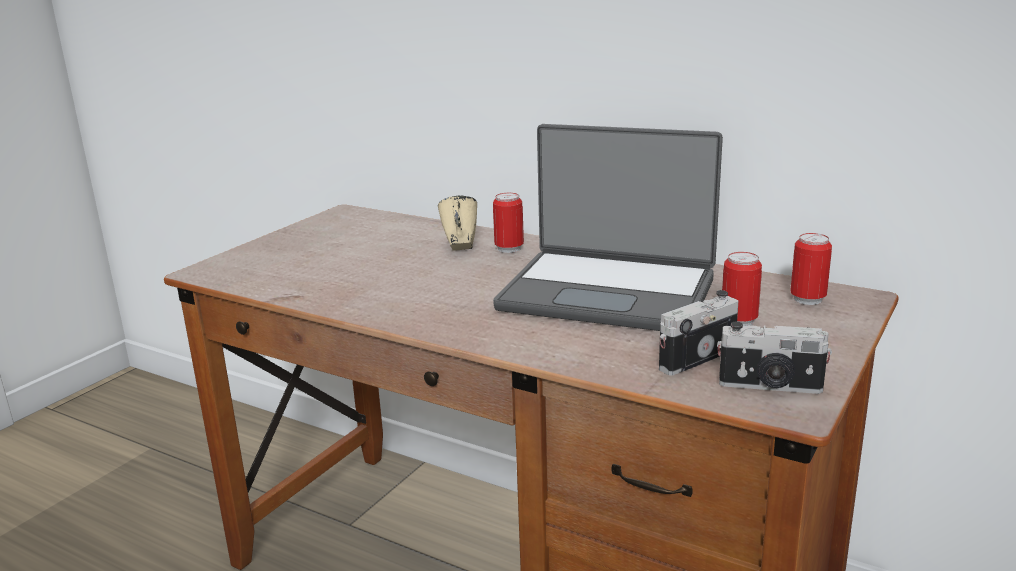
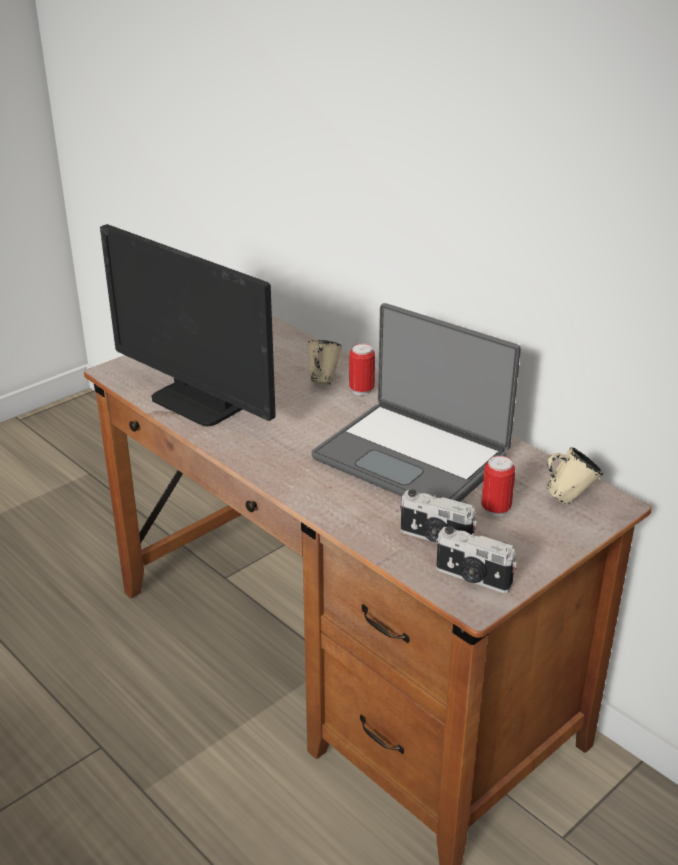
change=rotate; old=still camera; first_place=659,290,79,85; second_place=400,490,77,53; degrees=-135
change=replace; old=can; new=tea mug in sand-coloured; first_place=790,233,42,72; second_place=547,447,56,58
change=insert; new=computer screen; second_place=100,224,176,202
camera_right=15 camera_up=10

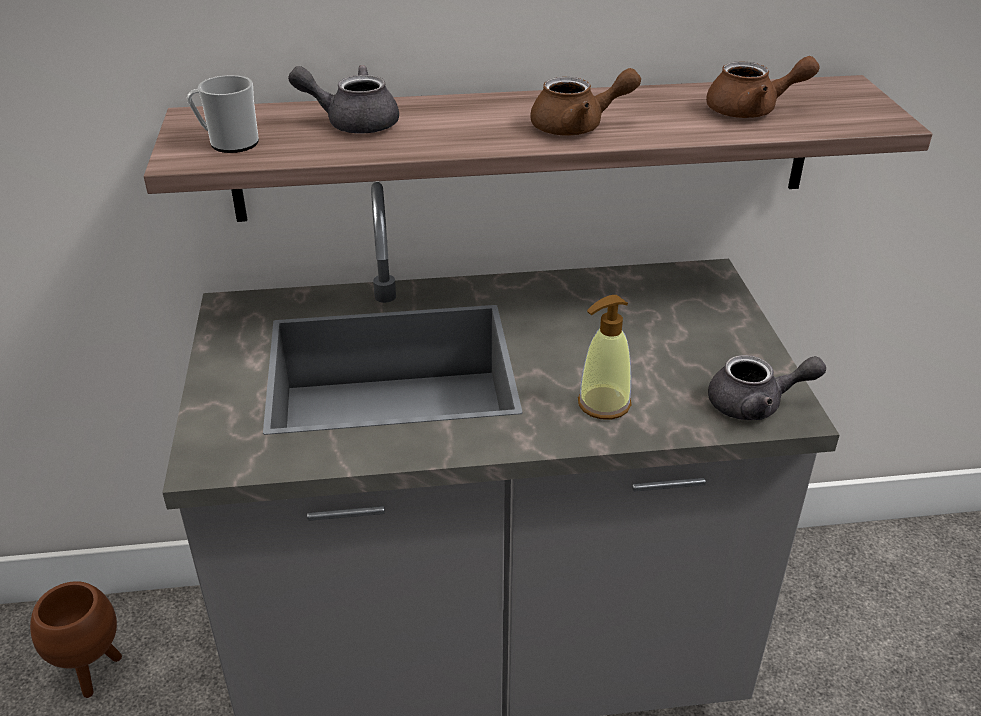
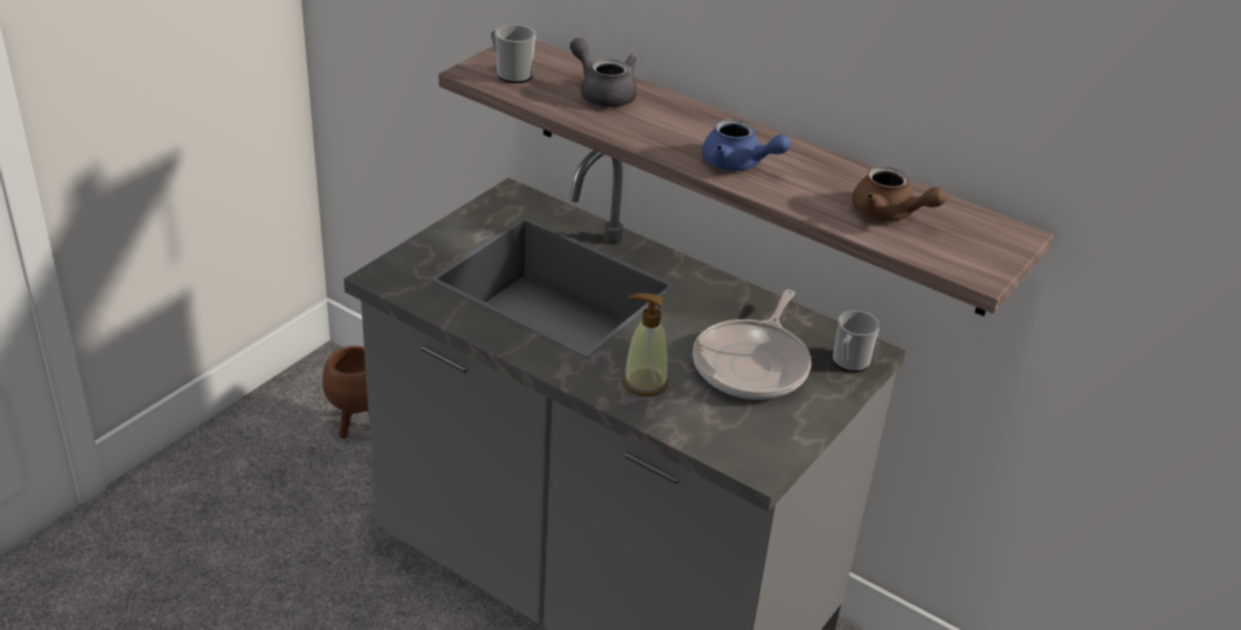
change=recolor; old=teapot in brownish; new=teapot in blue; first_place=530,68,111,68; second_place=702,119,89,52
change=delete; old=teapot in grey; first_place=708,355,118,65
change=insert; new=pan; second_place=693,289,118,110
change=insert; new=tea mug; second_place=833,310,47,62
camera_right=40 camera_up=0

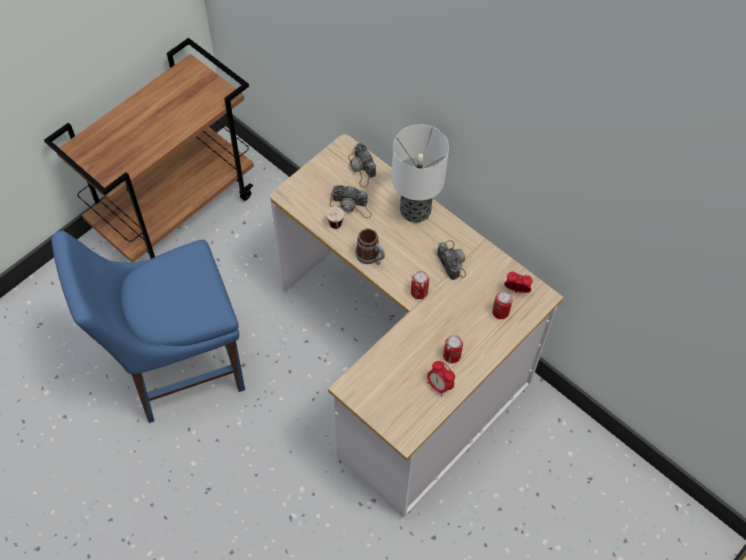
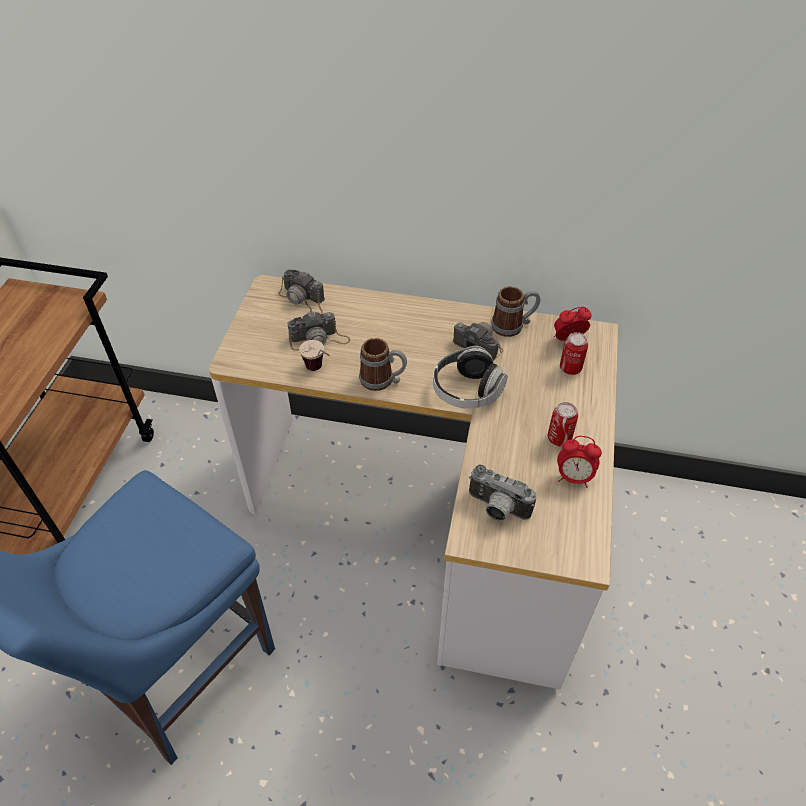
change=delete; old=tabletop lamp; first_place=392,125,57,98
change=replace; old=can; new=pair of headphones; first_place=411,271,18,28; second_place=433,346,75,63
change=insert; new=still camera; second_place=469,464,68,57
change=insert; new=tea mug; second_place=491,286,49,51
camera_right=-30 camera_up=-10

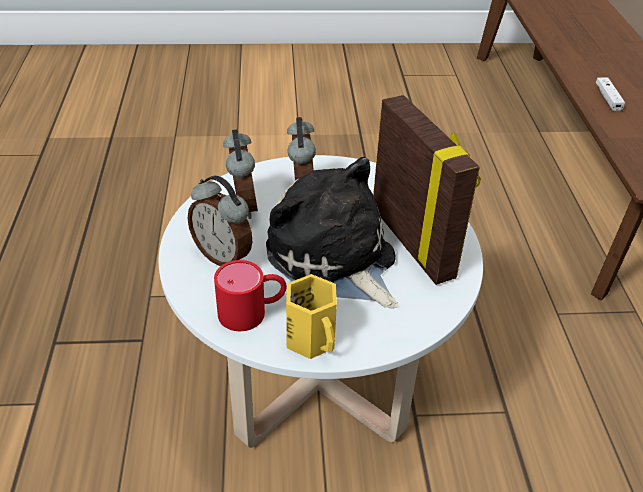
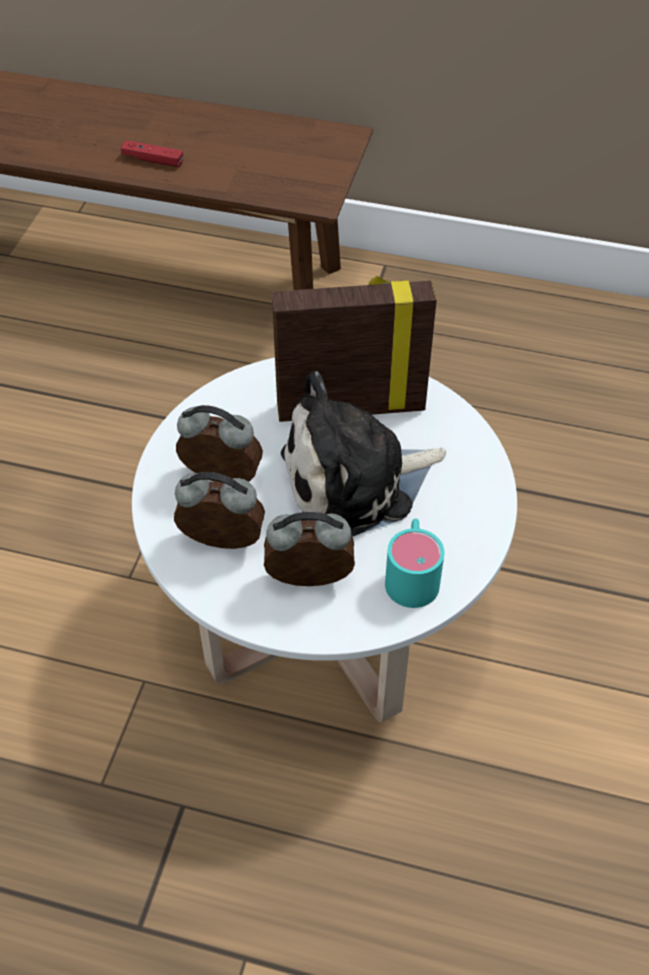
change=rotate; old=alarm clock; first_place=188,175,64,91; second_place=264,512,91,74; degrees=-150
change=recolor; old=tea mug in red; new=tea mug in turquoise; first_place=214,260,73,71; second_place=385,519,59,89
change=delete; old=tea mug in yellowish; first_place=286,274,51,85
change=recolor; old=game controller in white; new=game controller in red; first_place=596,78,29,33; second_place=121,140,62,27
camera_right=-70 camera_up=10

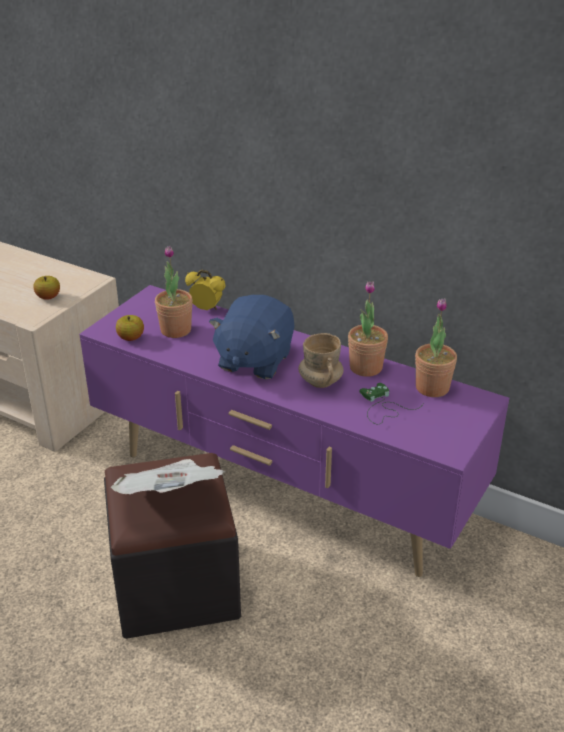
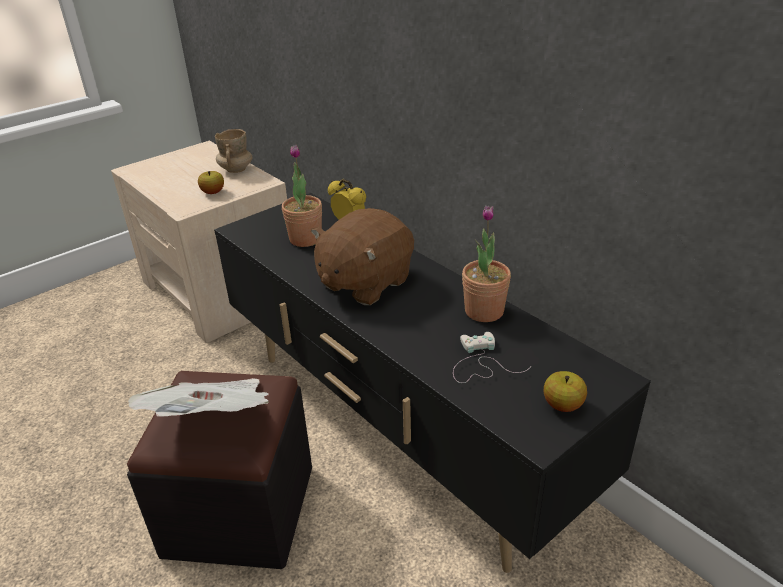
change=recolor; old=tv stand in purplish; new=tv stand in black; first_place=79,285,430,292; second_place=214,193,437,380
change=move; old=whole apple; first_place=116,315,28,26; second_place=544,371,43,41
change=recolor; old=cuddly toy in blue; new=cuddly toy in brownish; first_place=209,295,85,84; second_place=311,208,103,97
change=move; old=tea mug in sand-coloured; first_place=299,333,45,55; second_place=215,129,37,44
change=recolor; old=game controller in greenish; new=game controller in white; first_place=360,383,63,41; second_place=453,332,78,51
change=delete; old=potted plant; first_place=415,298,42,99
camera_right=20 camera_up=0

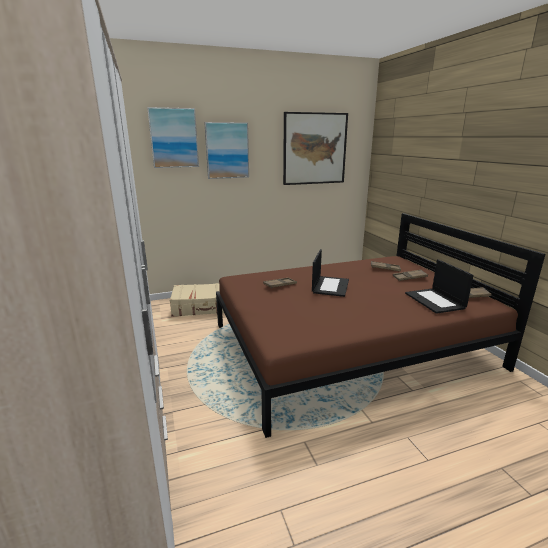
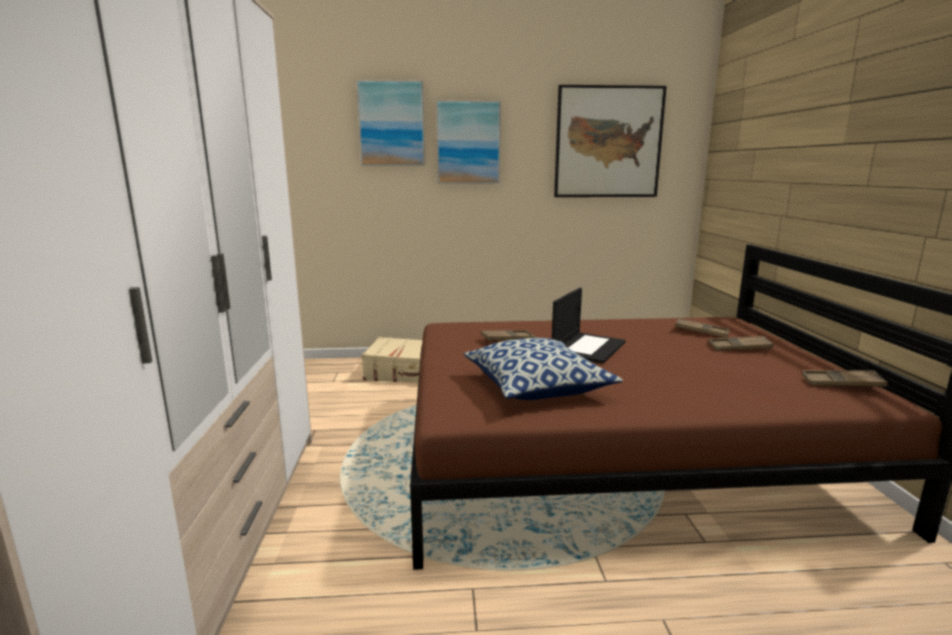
change=delete; old=laptop; first_place=405,259,68,55
change=insert; new=cushion; second_place=464,338,159,62
camera_right=15 camera_up=-5

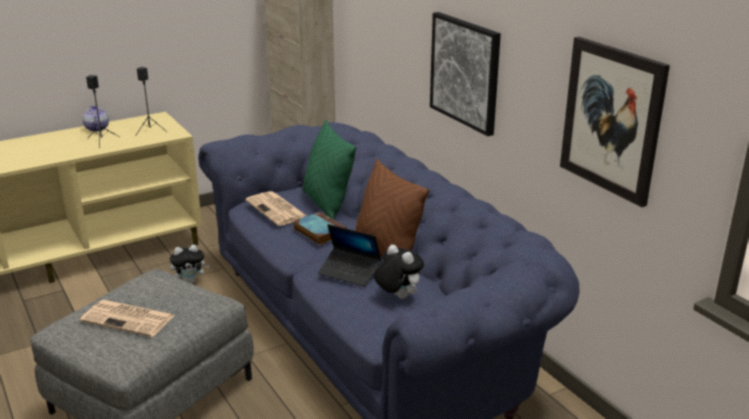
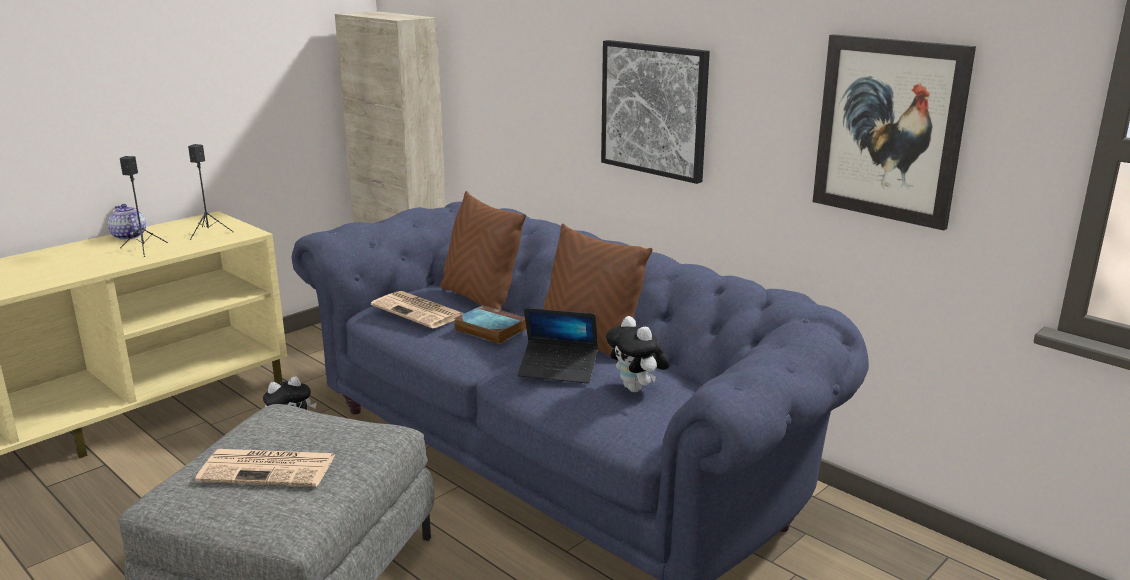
change=recolor; old=cushion in greenish; new=cushion in brownish; first_place=303,120,53,99; second_place=440,191,86,119
change=rotate; old=cuddly toy; first_place=374,245,50,54; second_place=606,316,64,76; degrees=-150
camera_right=-15 camera_up=-5

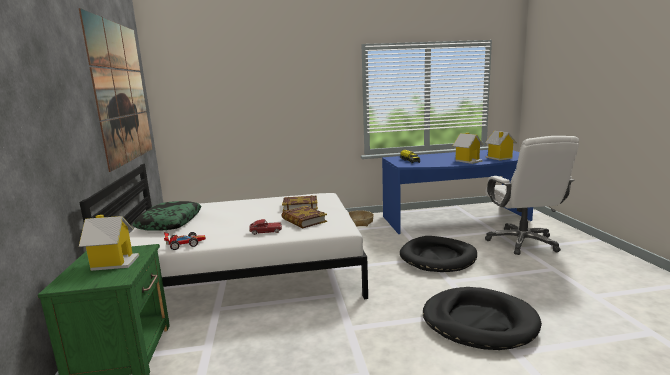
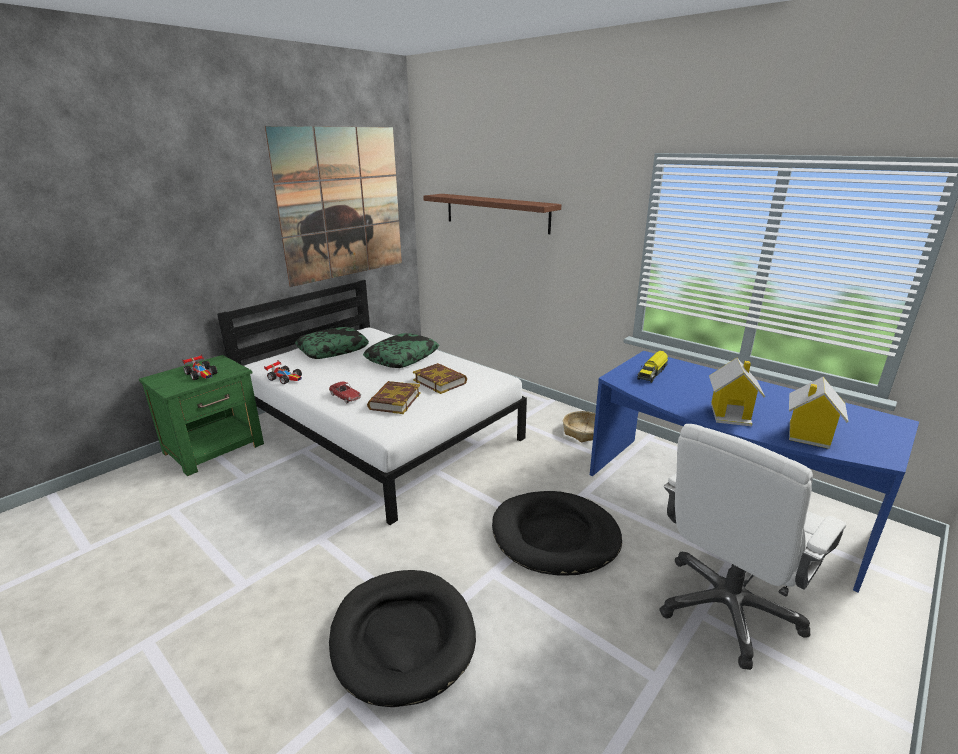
change=replace; old=model house; new=toy car; first_place=79,215,60,56; second_place=182,355,35,25
change=insert; new=cushion; second_place=363,333,76,35
change=insert; new=shelf in brownish; second_place=423,194,138,40
camera_right=50 camera_up=10

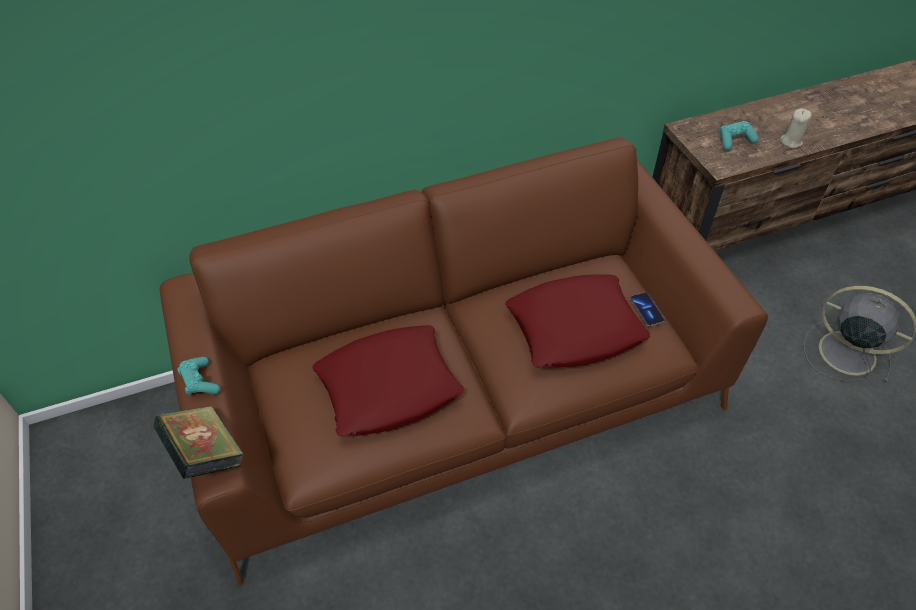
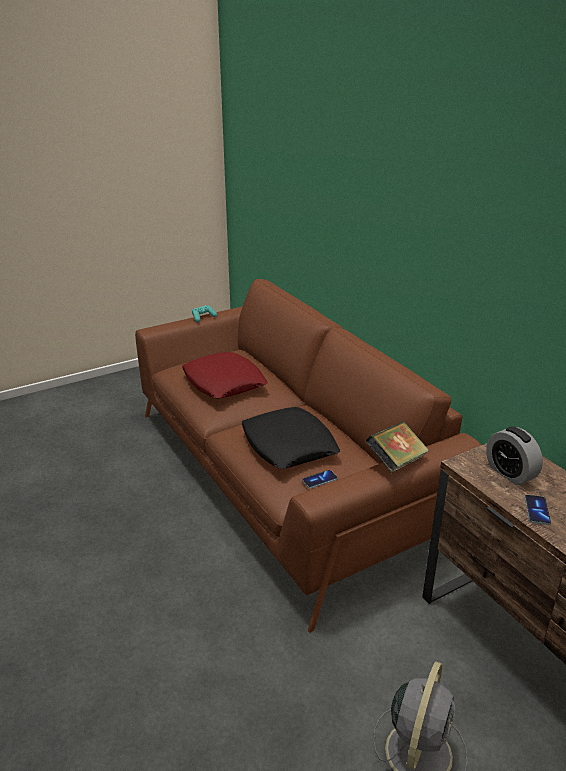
change=move; old=volume; first_place=154,406,90,73; second_place=365,421,64,52
change=recolor; old=cushion in red; new=cushion in black; first_place=505,274,145,94; second_place=242,407,98,62
change=replace; old=game controller in turquoise; new=alarm clock; first_place=719,121,39,30; second_place=486,426,57,59
change=replace; old=wax light in sand-coloured; new=phone; first_place=780,108,32,40; second_place=525,495,26,30
camera_right=80 camera_up=-20

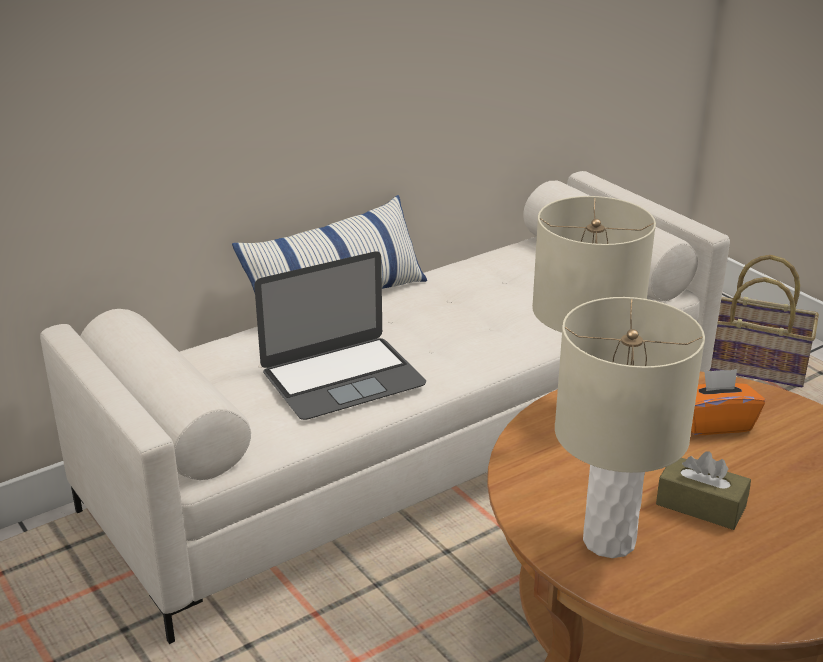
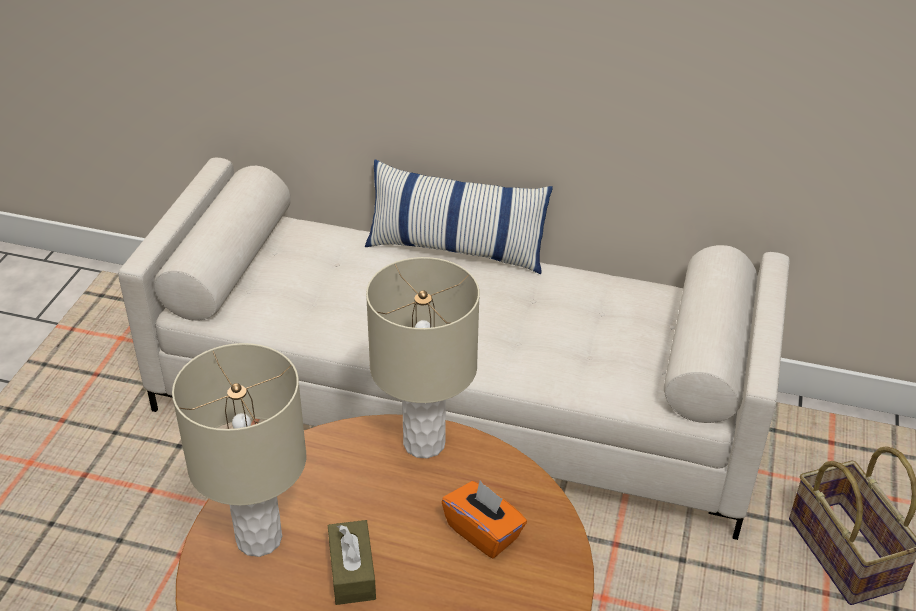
change=delete; old=laptop; first_place=254,251,173,169
camera_right=50 camera_up=10

